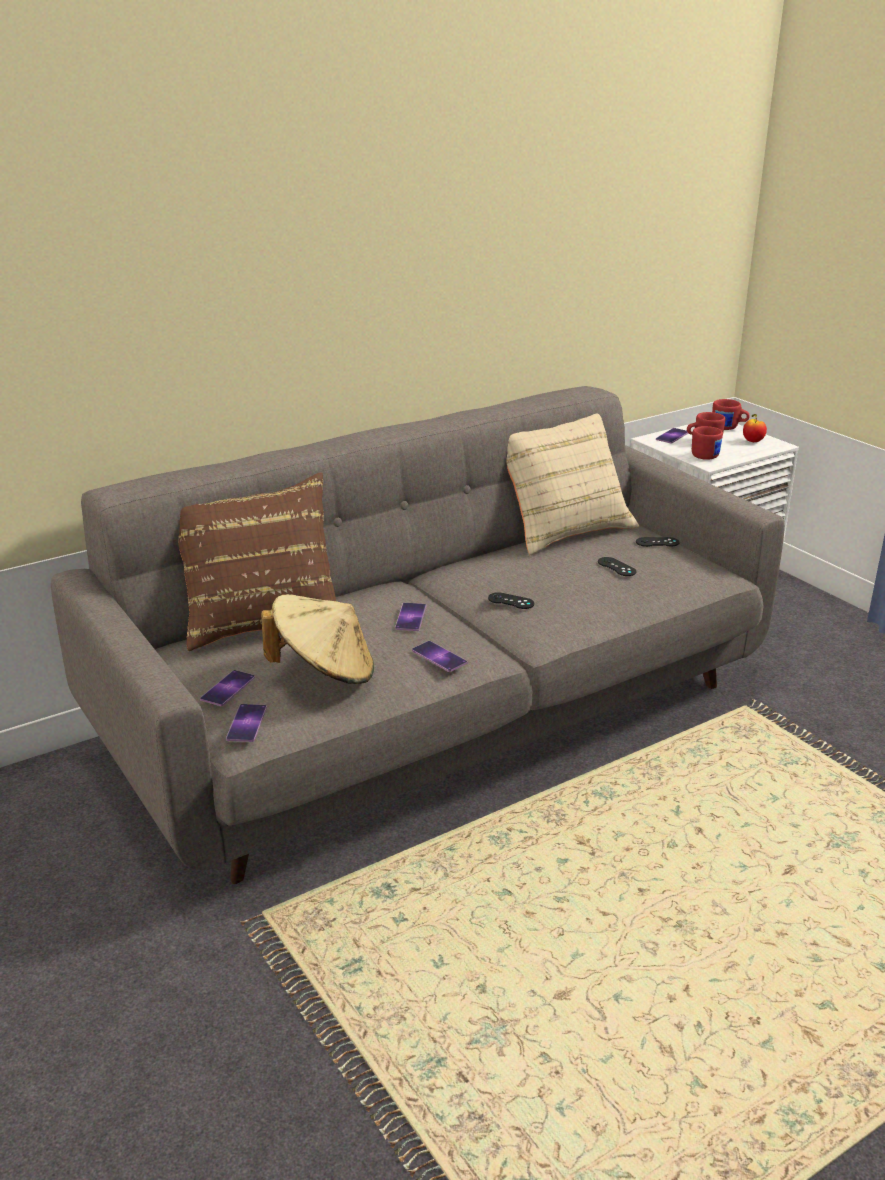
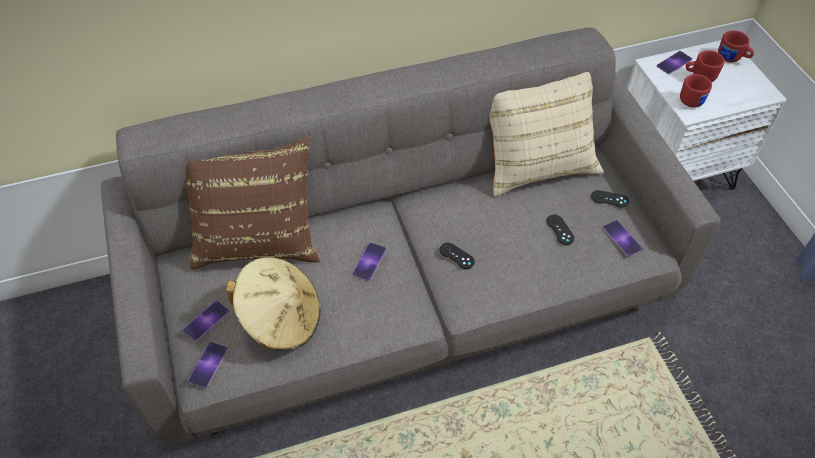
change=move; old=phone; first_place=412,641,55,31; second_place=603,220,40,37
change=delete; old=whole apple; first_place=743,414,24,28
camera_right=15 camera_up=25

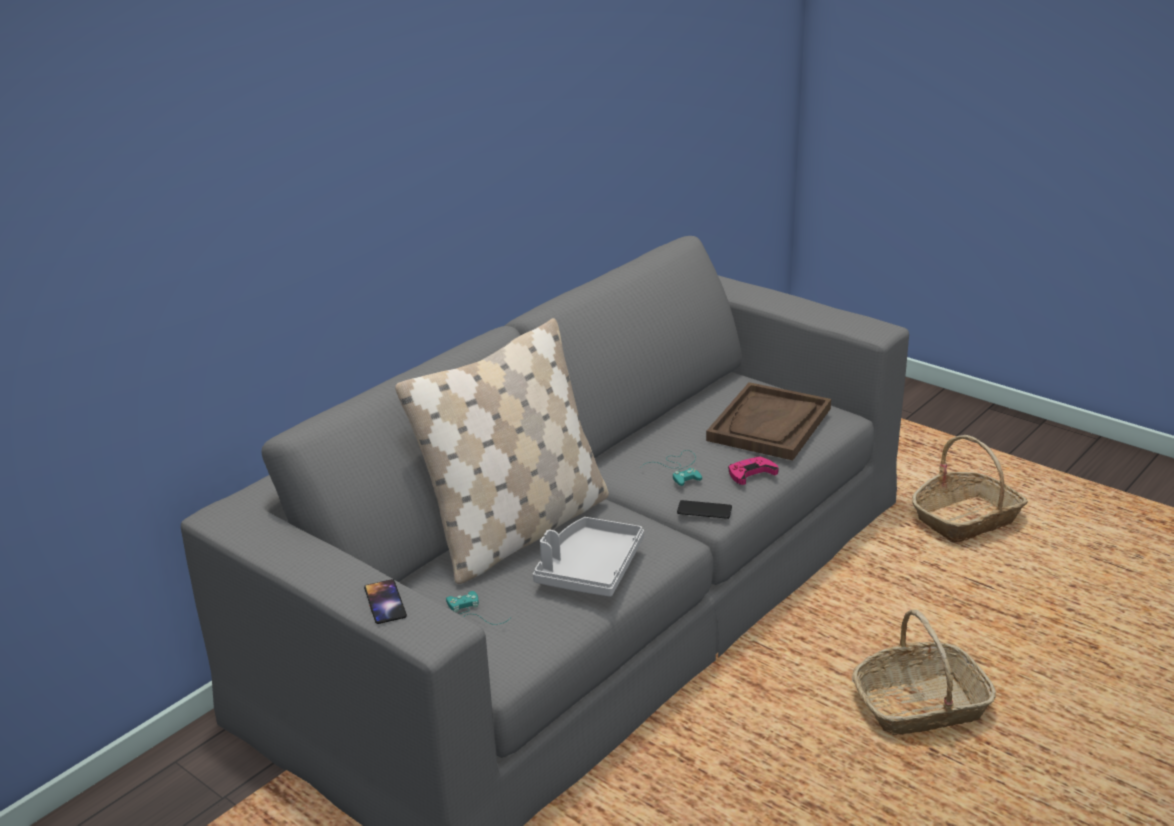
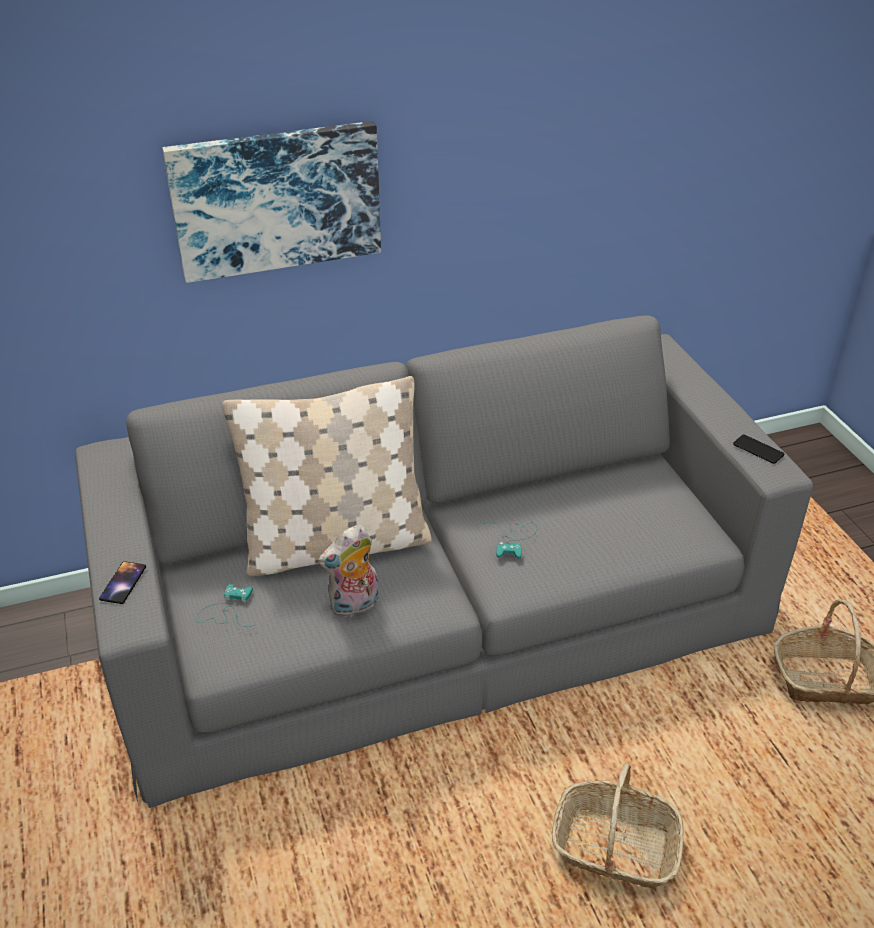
change=replace; old=serving tray in grey; new=cuddly toy; first_place=533,517,111,80; second_place=318,525,61,92
change=move; old=phone; first_place=677,500,55,19; second_place=733,434,51,30
change=delete; old=serving tray in brownish; first_place=706,382,125,78
change=delete; old=game controller in pinkish; first_place=728,456,51,29
change=insert; new=wall picture; second_place=162,121,219,162
camera_right=30 camera_up=10

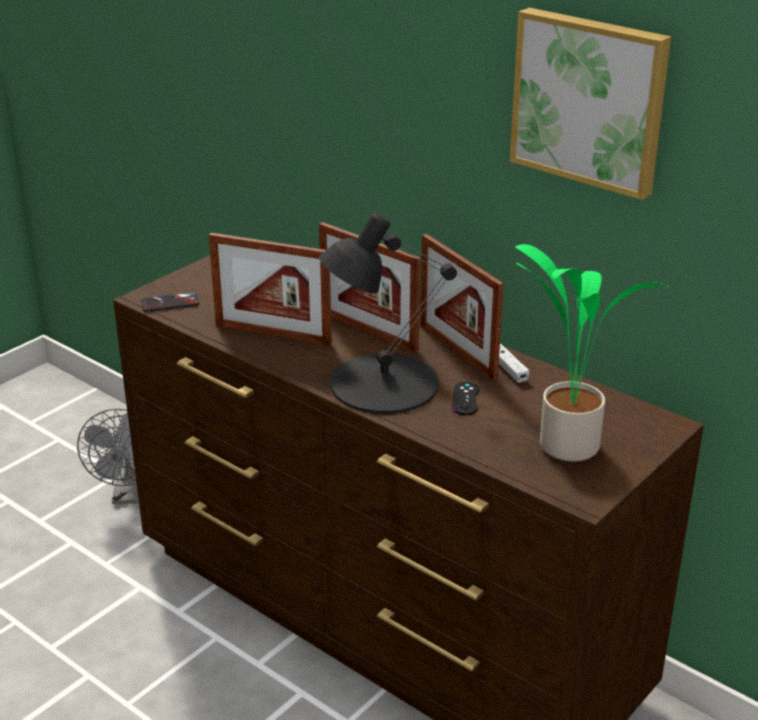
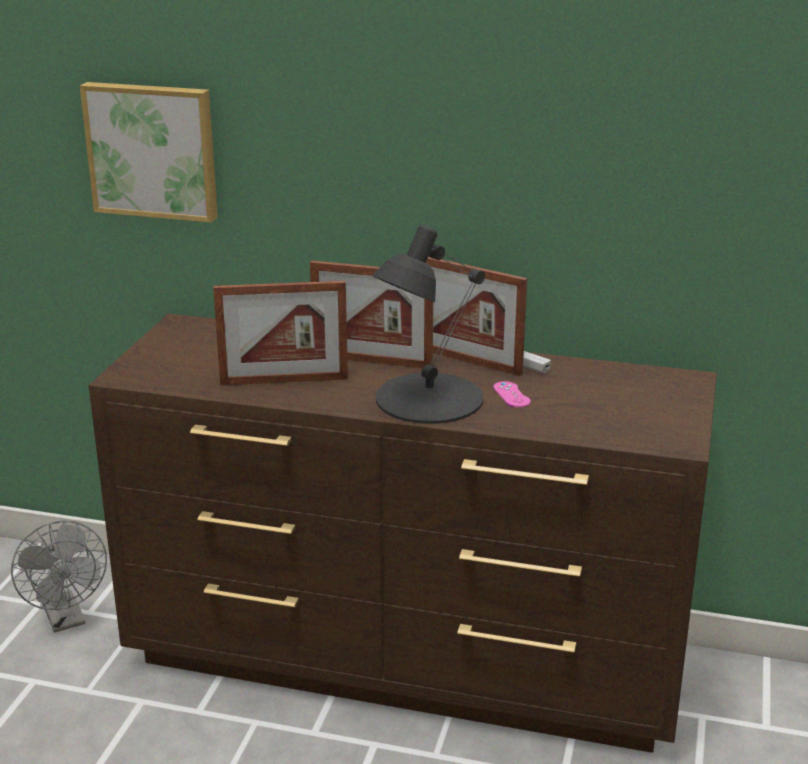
change=delete; old=phone; first_place=141,292,58,20
change=recolor; old=game controller in black; new=game controller in pinkish; first_place=452,382,27,33; second_place=493,381,38,27
change=move; old=wall picture; first_place=510,8,161,192; second_place=80,82,138,141
change=delete; old=potted plant; first_place=515,244,154,218
camera_right=-25 camera_up=-5

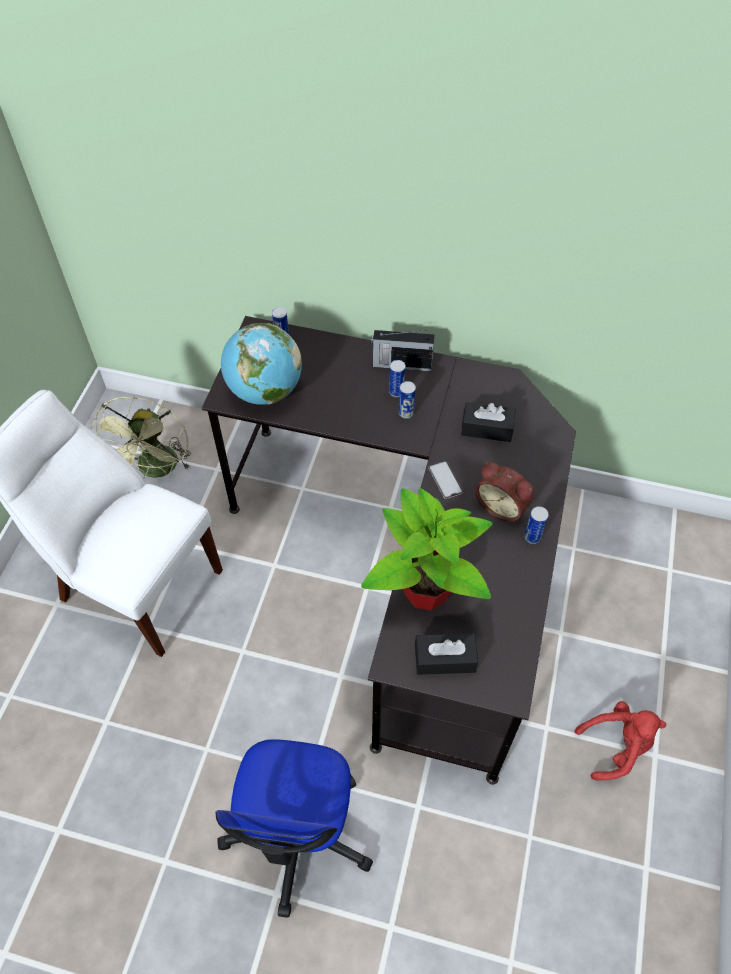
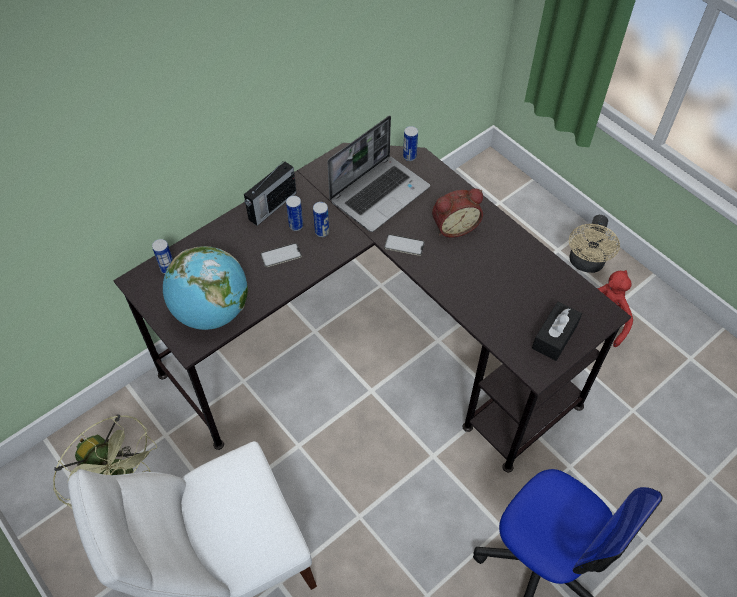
change=delete; old=potted plant; first_place=361,488,132,123
change=replace; old=tissue holder in black; new=laptop; first_place=461,402,55,40; second_place=327,116,103,116
change=move; old=can; first_place=524,506,25,38; second_place=403,126,15,35
change=insert; new=phone; second_place=260,243,42,24
change=insert; new=cooling fan in sand-coloured; second_place=569,215,51,58
camera_right=-55 camera_up=0

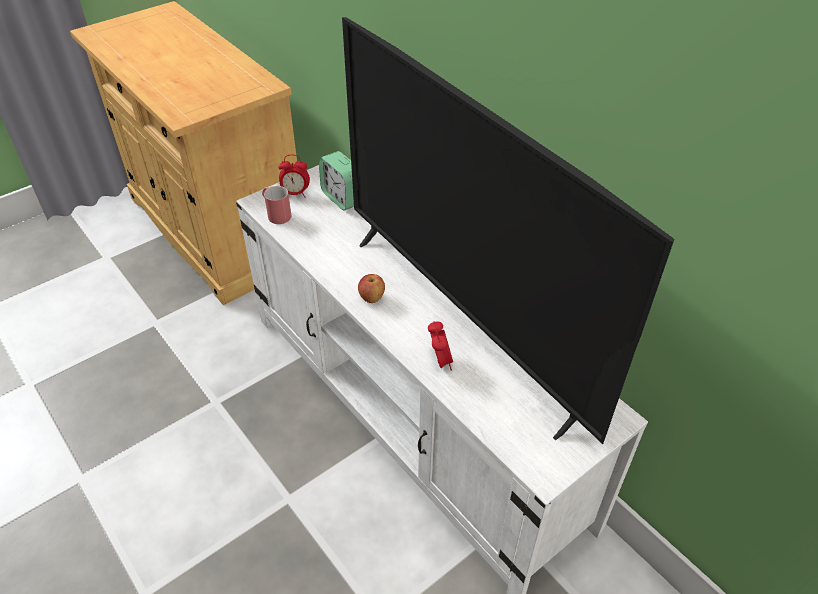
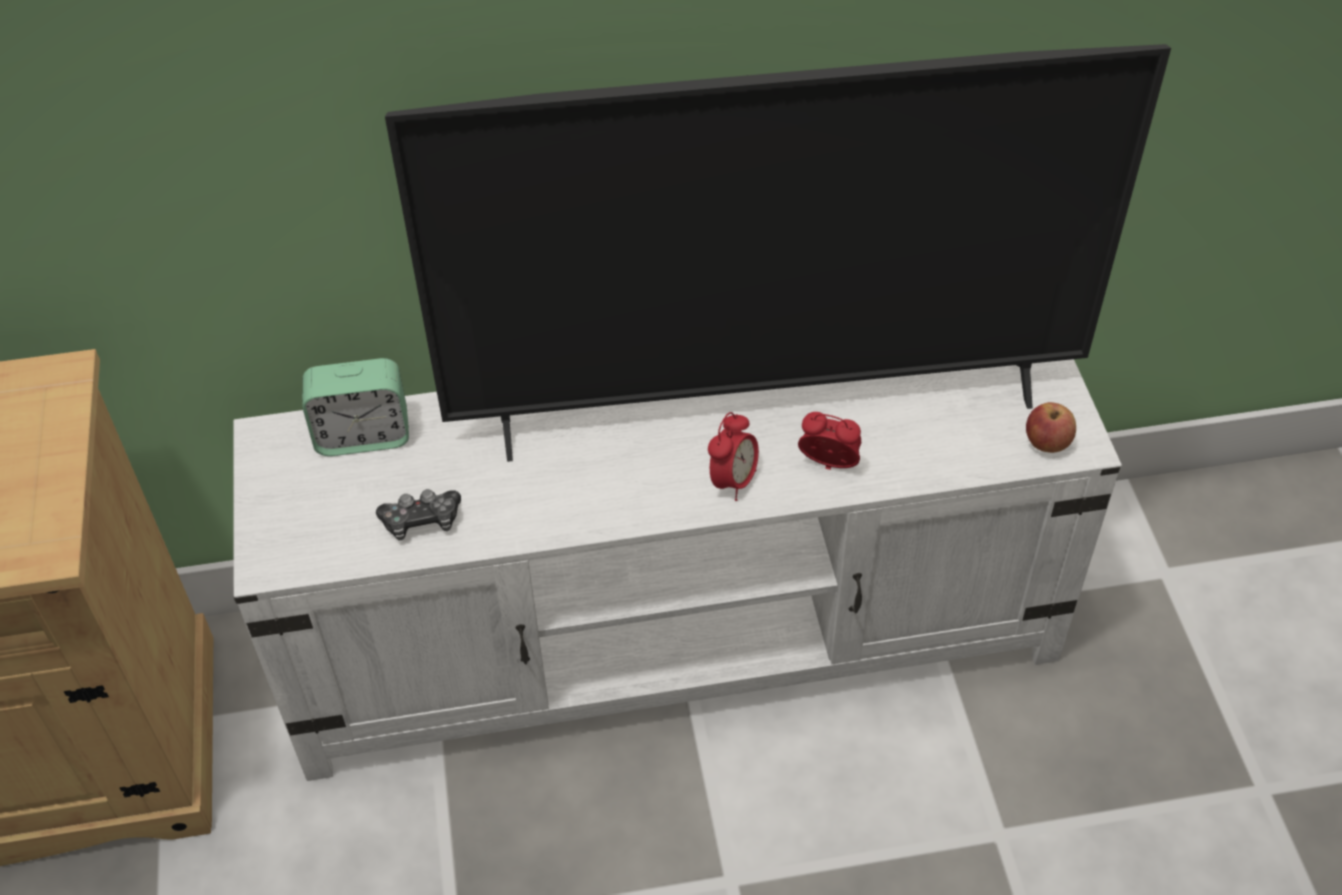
change=delete; old=tea mug in red; first_place=262,186,29,38
change=move; old=alarm clock; first_place=278,154,32,44; second_place=708,412,51,89
change=move; old=whole apple; first_place=358,274,27,29; second_place=1026,402,50,51
change=insert; new=game controller; second_place=376,489,85,52
camera_right=-60 camera_up=5

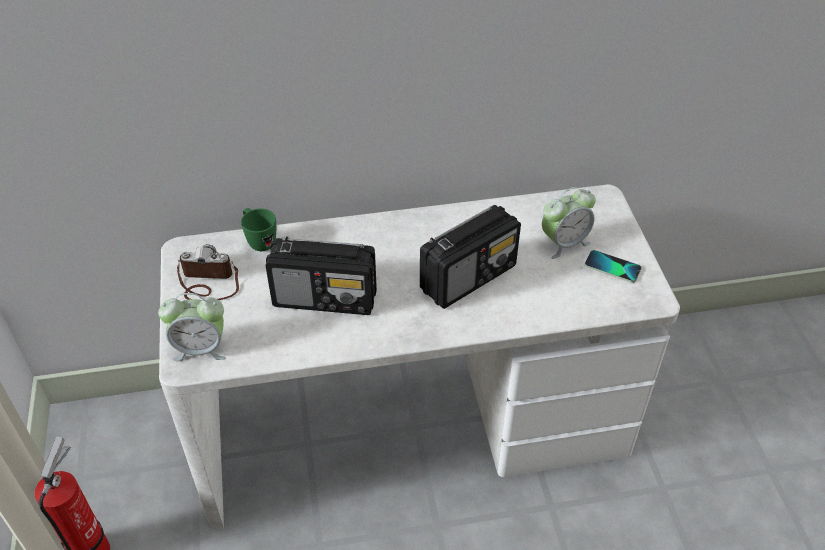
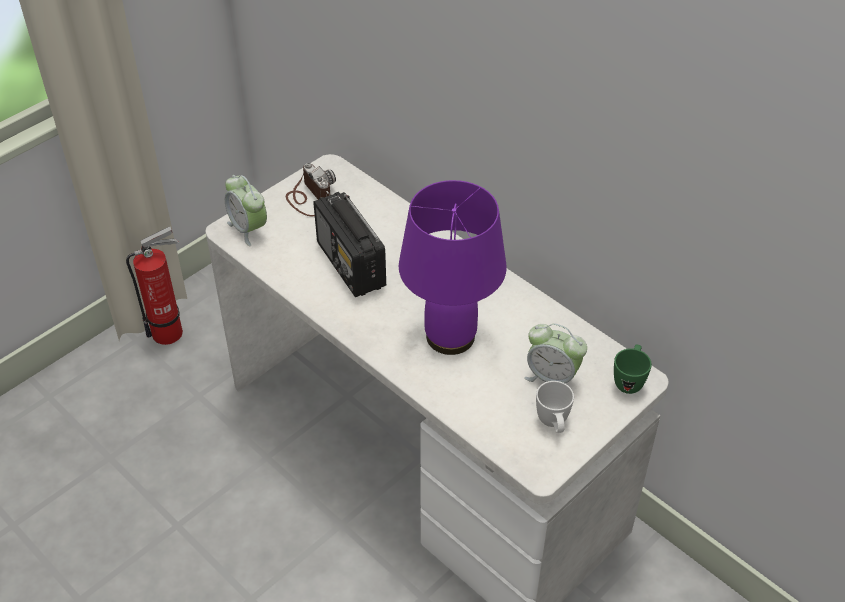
change=move; old=tea mug in greenish; first_place=241,208,35,43; second_place=614,345,38,49
change=replace; old=radio; new=tabletop lamp in purplish; first_place=420,205,101,104; second_place=399,180,108,175
change=replace; old=phone; new=tea mug in white; first_place=585,250,56,33; second_place=536,381,38,52
camera_right=55 camera_up=0

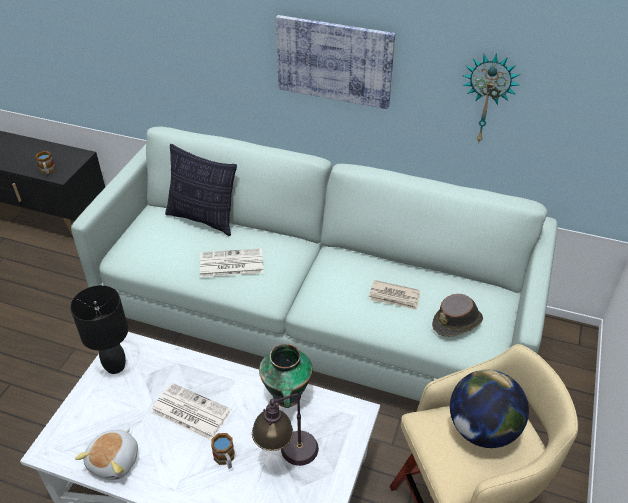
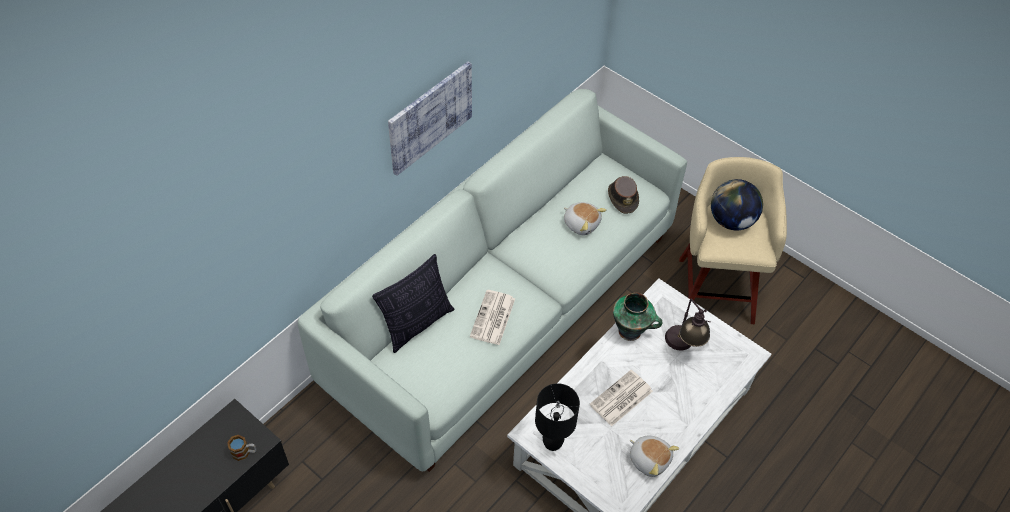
change=delete; old=tea mug; first_place=211,433,23,36
change=replace; old=daily paper; new=cuddly toy; first_place=369,280,51,30; second_place=564,202,42,33
change=delete; old=hanging clock; first_place=462,53,58,91
camera_right=-70 camera_up=10

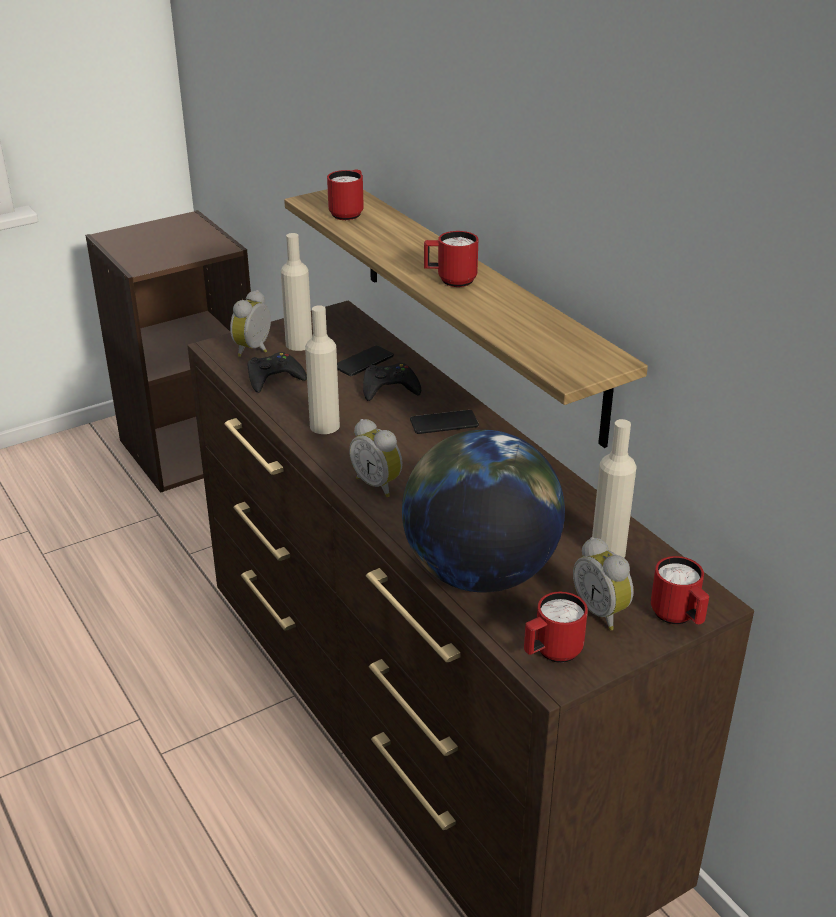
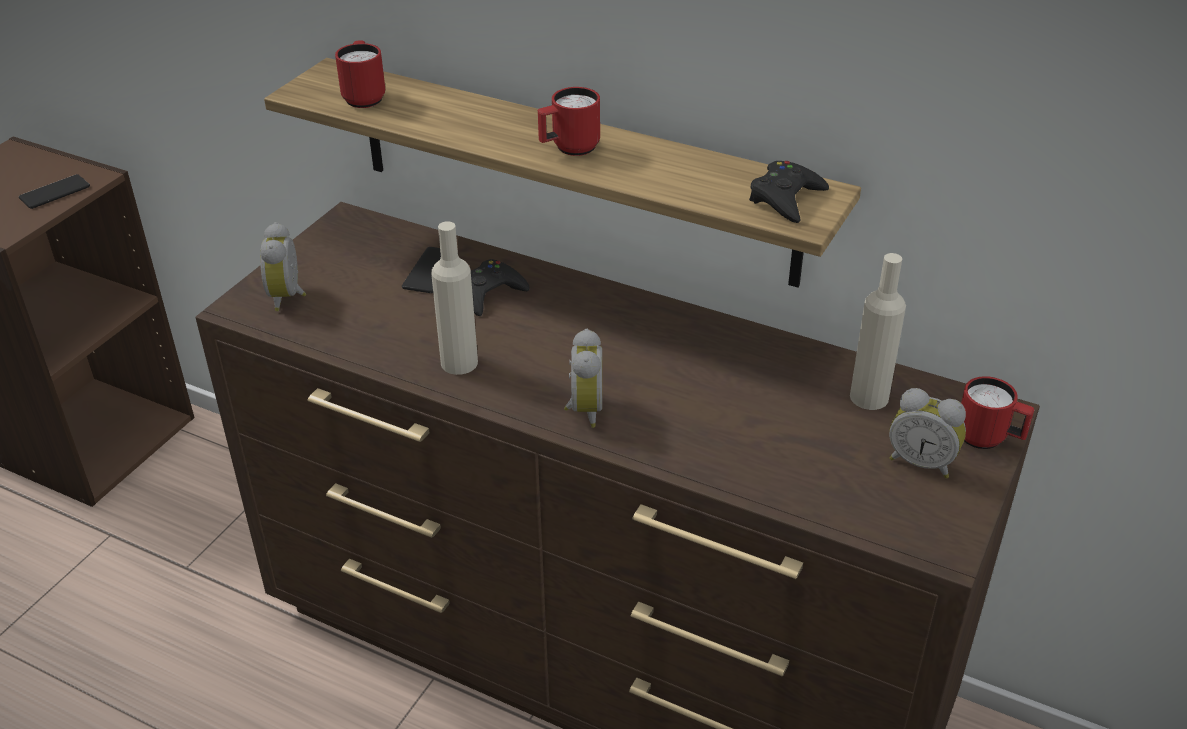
change=move; old=game controller in black; first_place=247,352,60,41; second_place=749,161,80,62
change=delete; old=beverage bottle in sand-coloured; first_place=281,233,31,118
change=rotate; old=alarm clock; first_place=349,419,54,78; second_place=564,329,38,99; degrees=-105
change=delete; old=world globe; first_place=402,430,163,162
change=move; old=phone; first_place=410,410,69,24; second_place=19,174,71,35
change=delete; old=tea mug in red; first_place=524,592,64,71
camera_right=-30 camera_up=5

